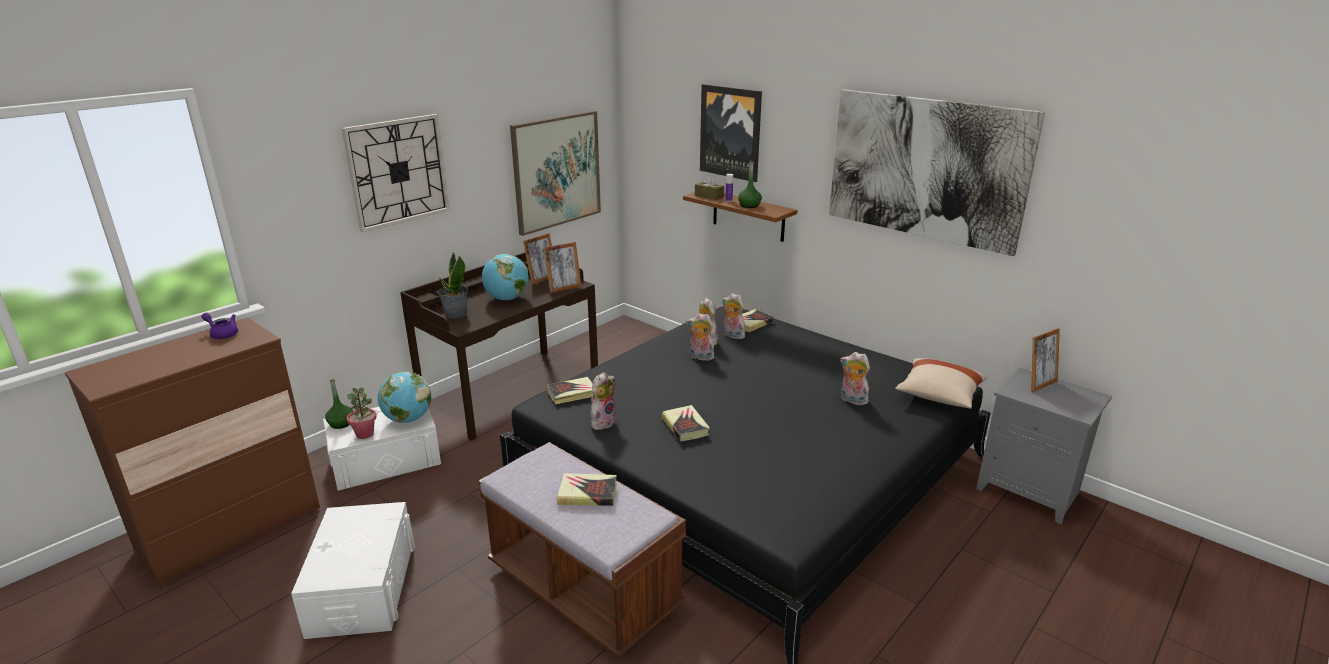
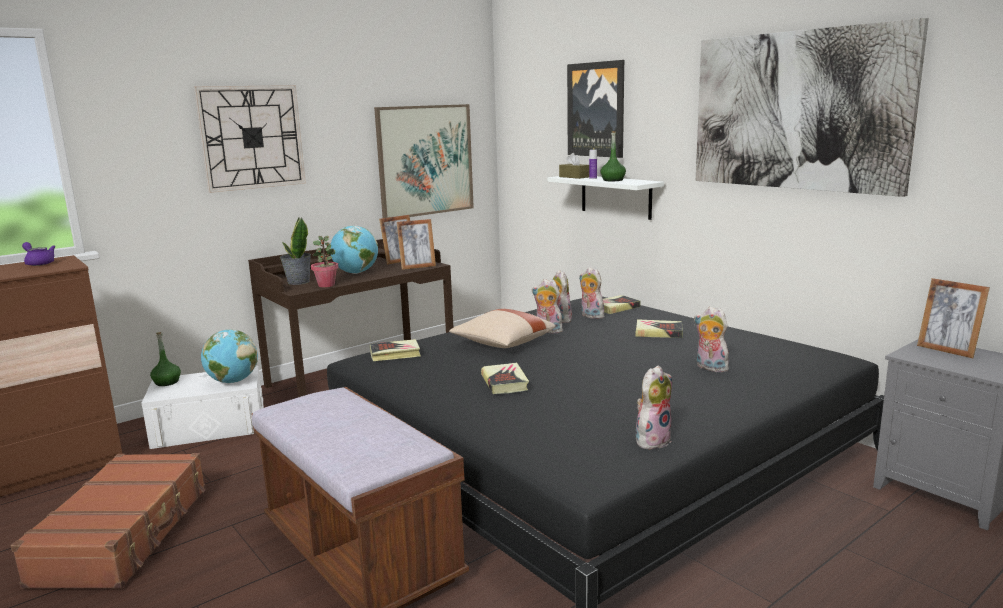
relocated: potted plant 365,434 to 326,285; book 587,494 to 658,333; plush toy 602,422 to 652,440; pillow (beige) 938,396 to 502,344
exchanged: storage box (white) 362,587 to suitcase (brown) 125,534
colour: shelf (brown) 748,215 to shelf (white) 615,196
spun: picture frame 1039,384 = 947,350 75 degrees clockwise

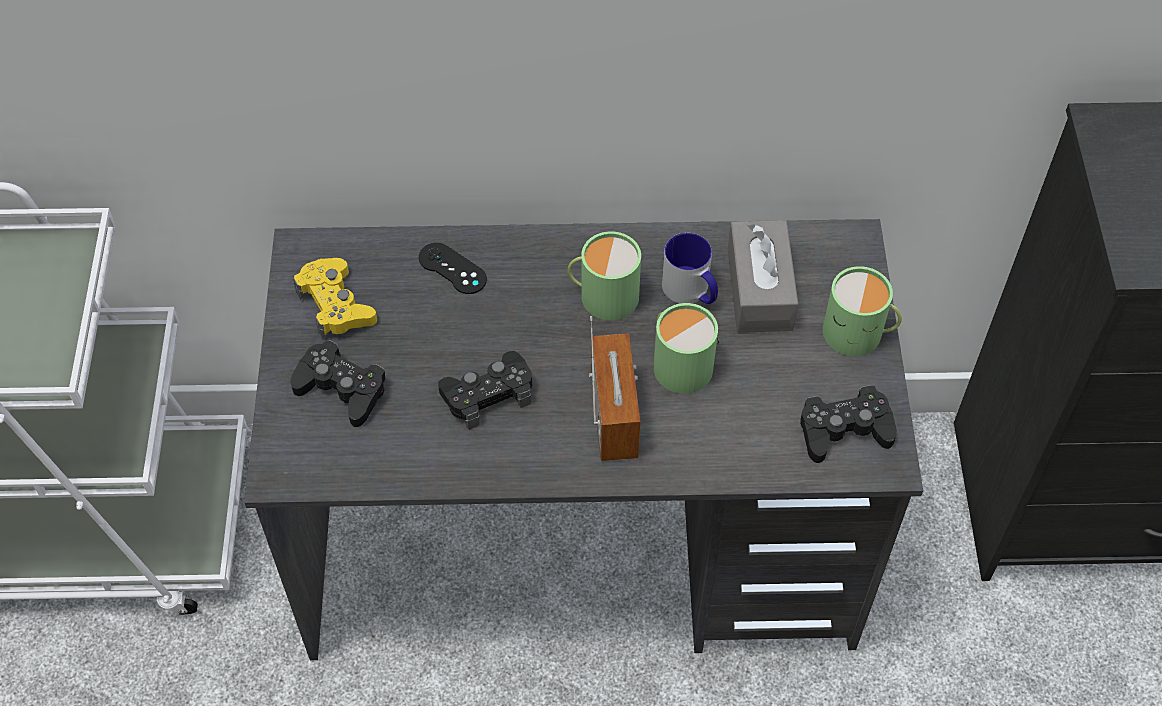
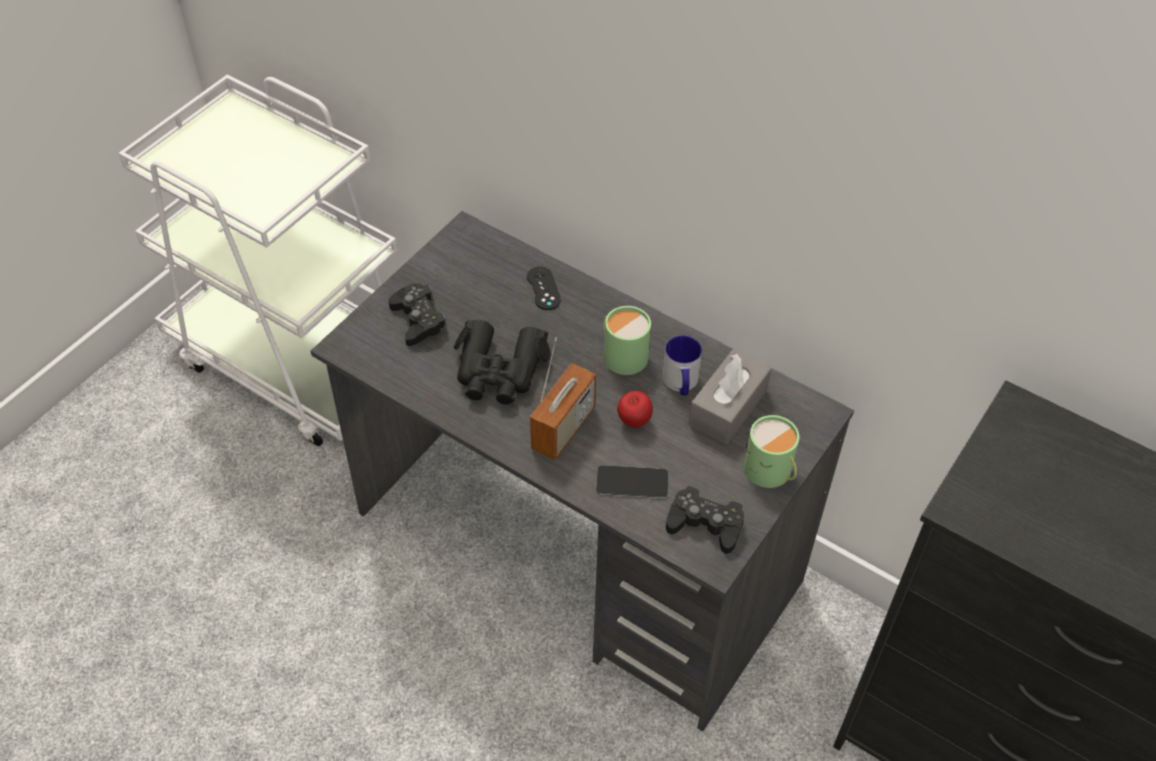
missing: game controller (yellow) 336,305
appeared: phone 632,482
exchanged: game controller (black) 488,394 to binoculars (black) 499,371; mug (green) 679,362 to apple 634,421

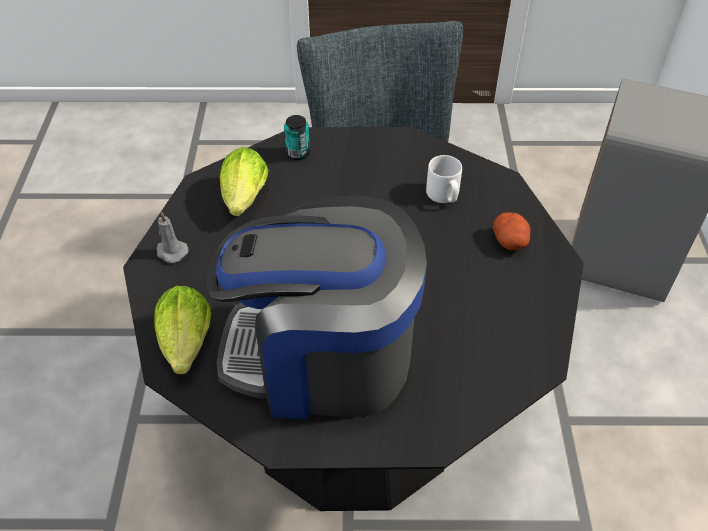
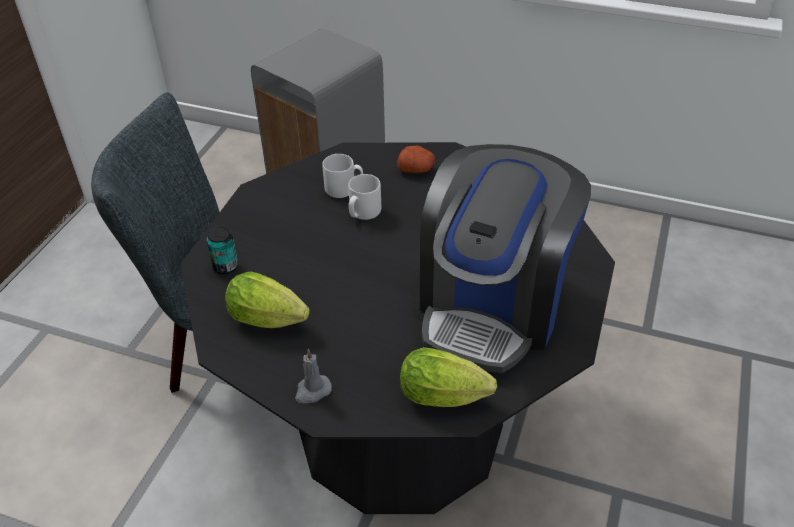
appeared: mug (white) 363,212

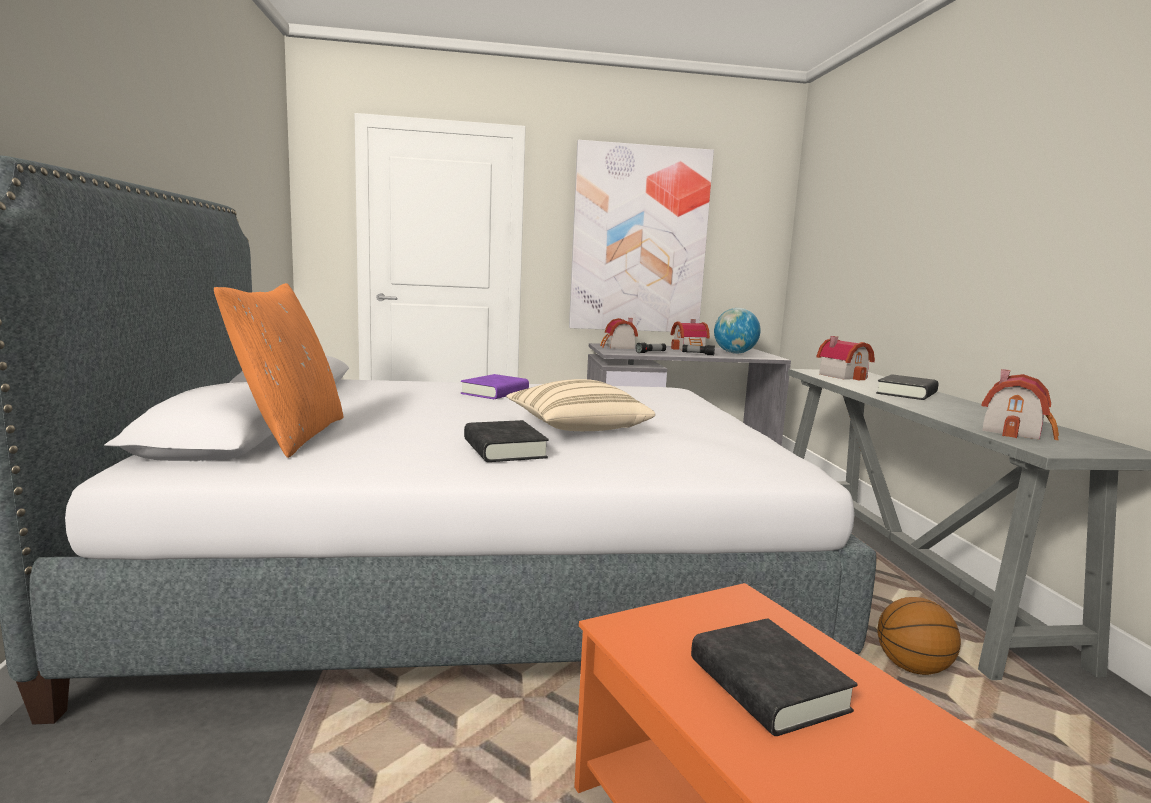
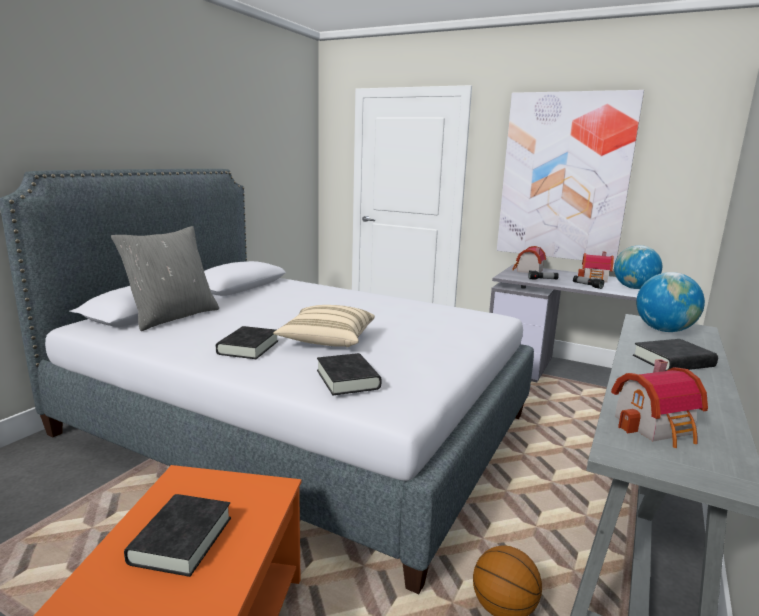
missing: book (purple) 495,393
appeared: book (black) 347,379
exchanged: toy house 844,376 to globe 663,330
colour: pillow (orange) 291,435 to pillow (grey) 172,316

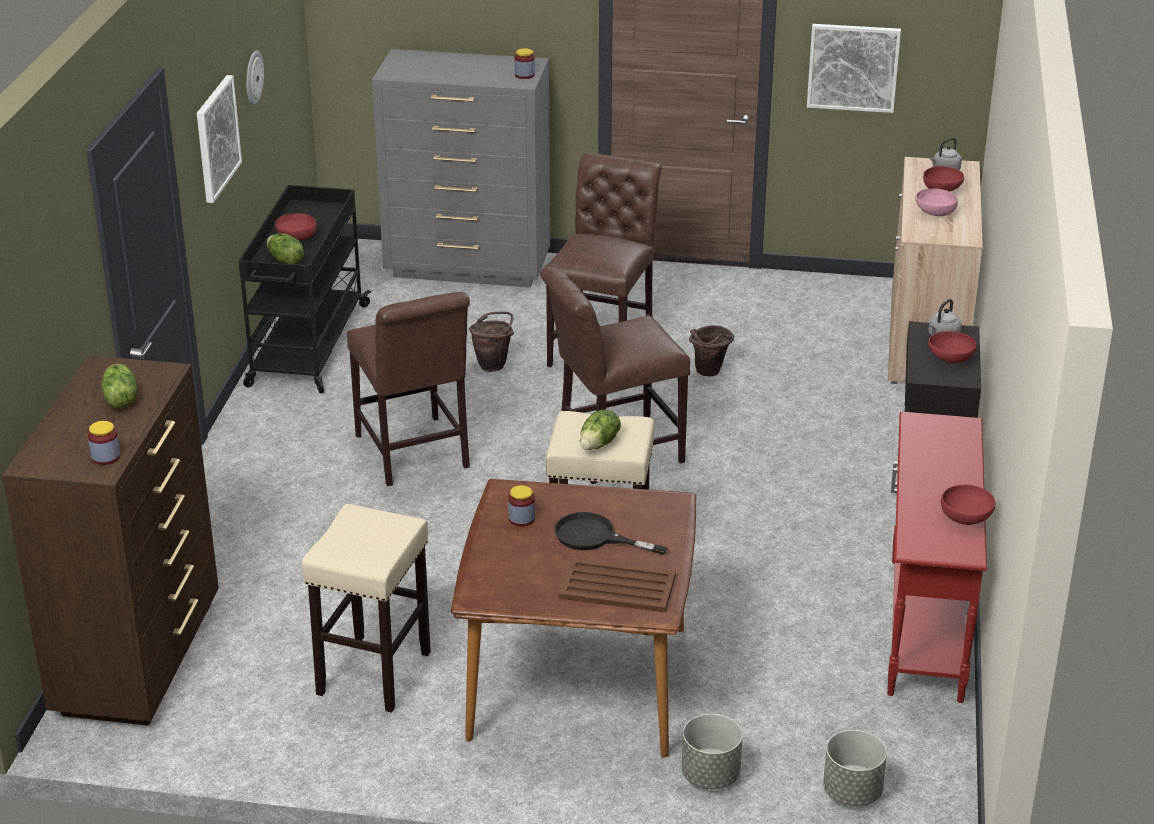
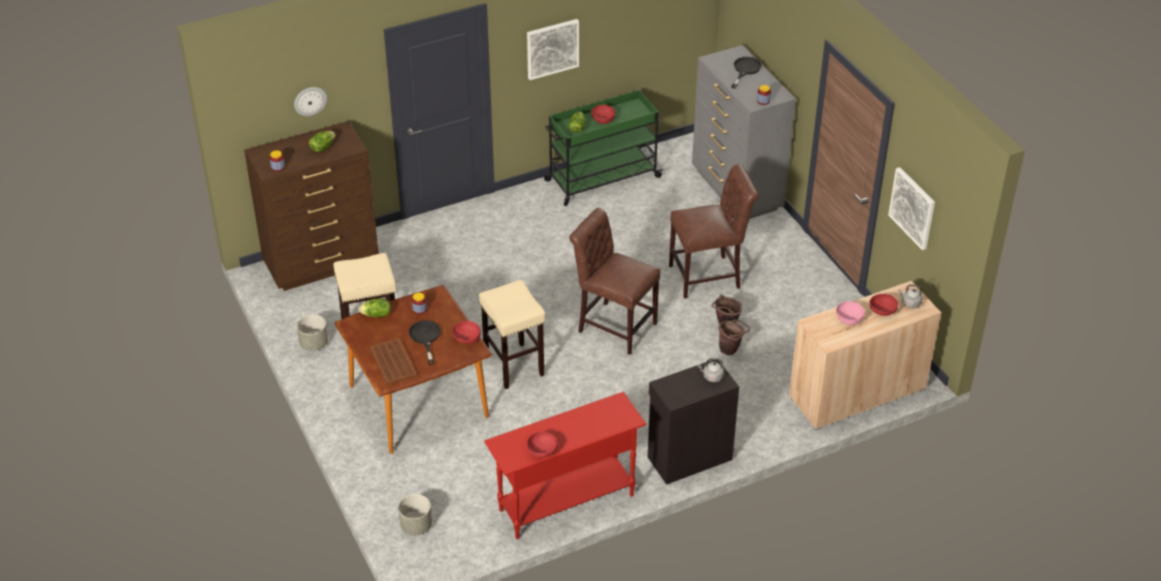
missing: chair (brown) 413,455
appeared: frying pan (black) 745,70
relocated: wall clock 253,77 to 310,101; bucket (brown) 494,364 to 731,350; lettuce 599,444 to 376,315; planter (grey) 710,776 to 313,344; bowl (red) 950,359 to 466,339
colour: cart (black) 308,346 to cart (green) 601,179

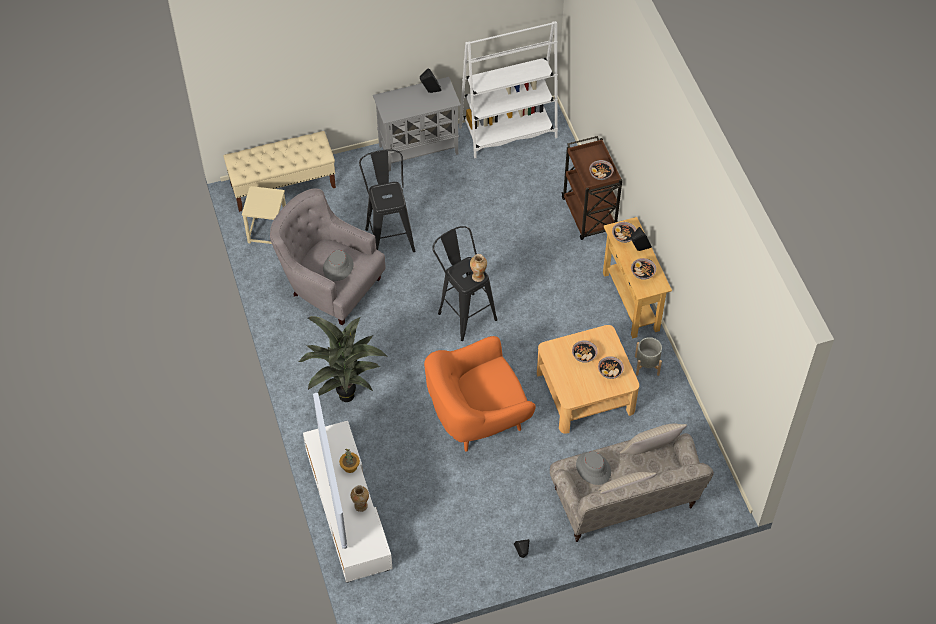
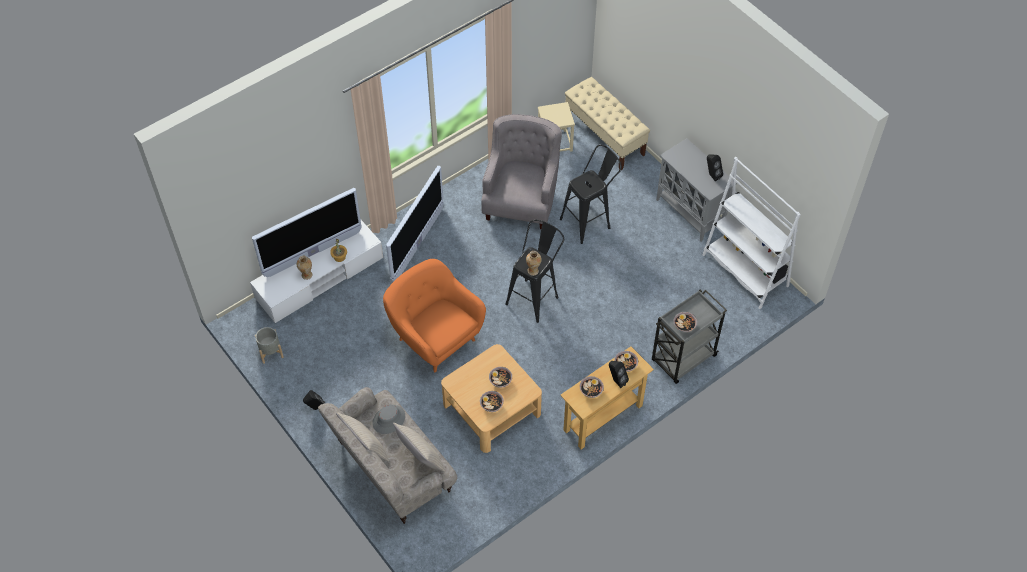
missing: hat (grey) 338,267
relocated: planter (grey) 646,365 to 271,352
exchanged: potted plant 346,399 to television 418,245
colour: cart (brown) 589,216 to cart (grey) 682,359

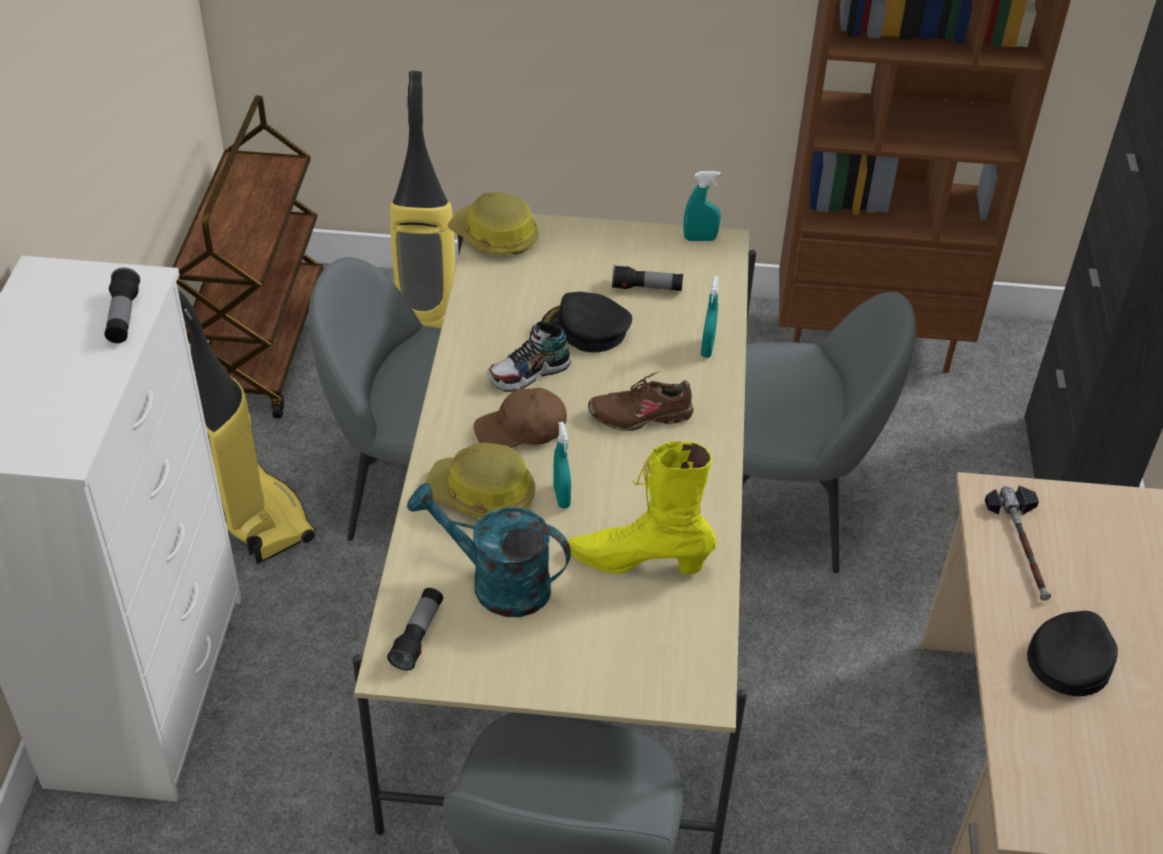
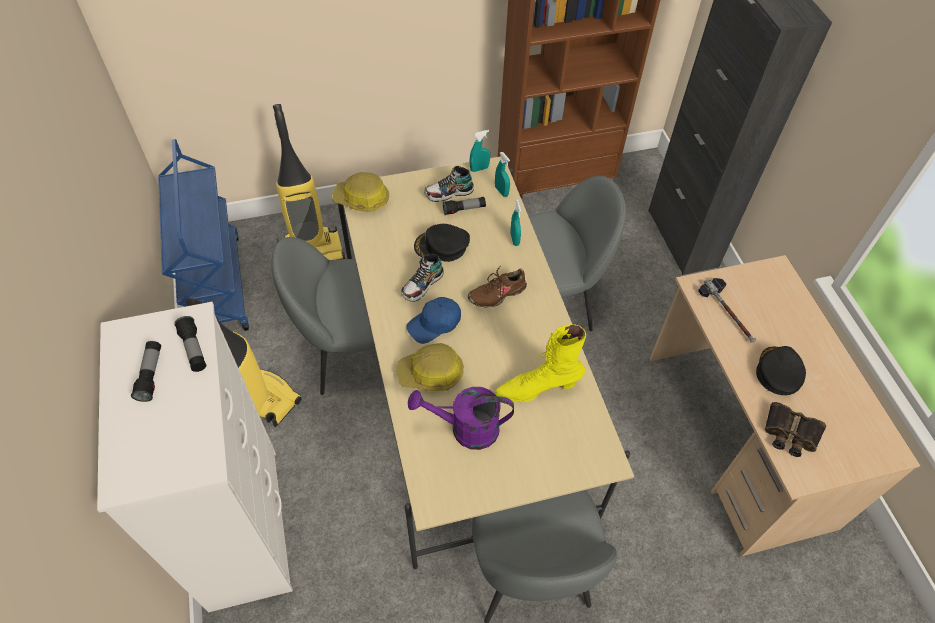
appeared: shoe 449,193; binoculars 790,434
relocated: flashlight 418,636 to 151,375; spray bottle (turquoise) 561,496 to 501,191
colour: cart (brown) 262,344 to cart (blue) 216,284; watering can (turquoise) 496,583 to watering can (purple) 465,429; cap (brown) 521,430 to cap (blue) 434,324

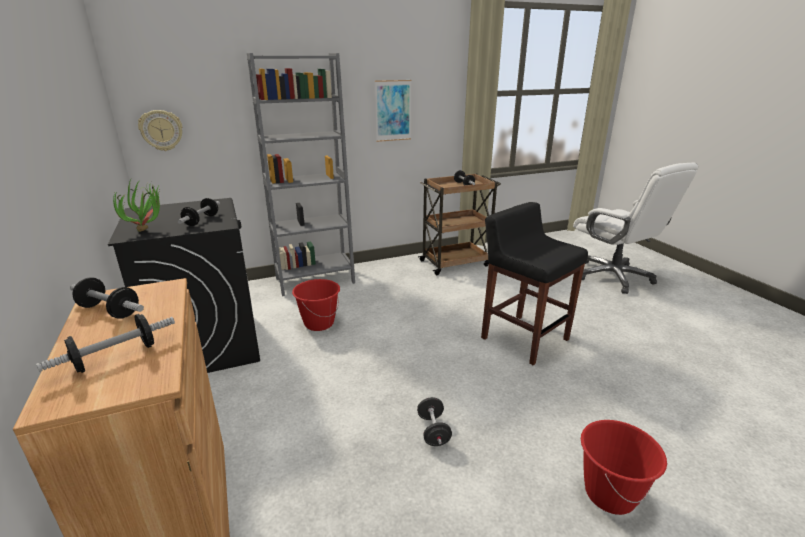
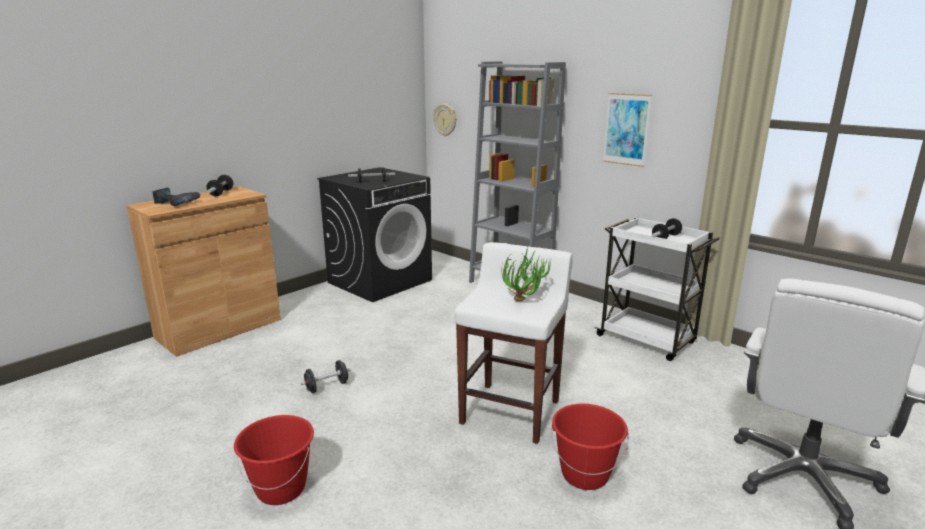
relocated: potted plant 149,230 to 524,303; bucket (red) 319,323 to 584,475
exchanged: dumbbell 115,357 to power drill 177,203
colour: cart (brown) 455,263 to cart (white) 647,340; stool (black) 523,338 to stool (white) 511,411

